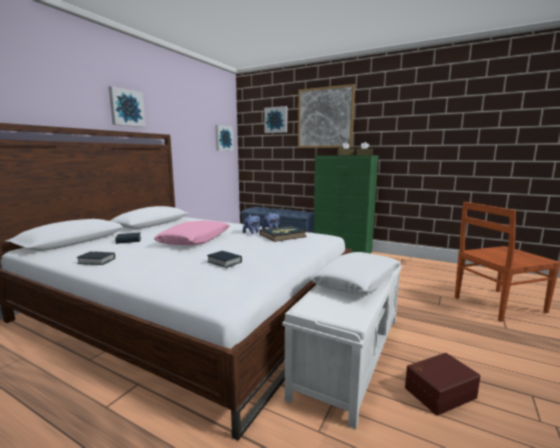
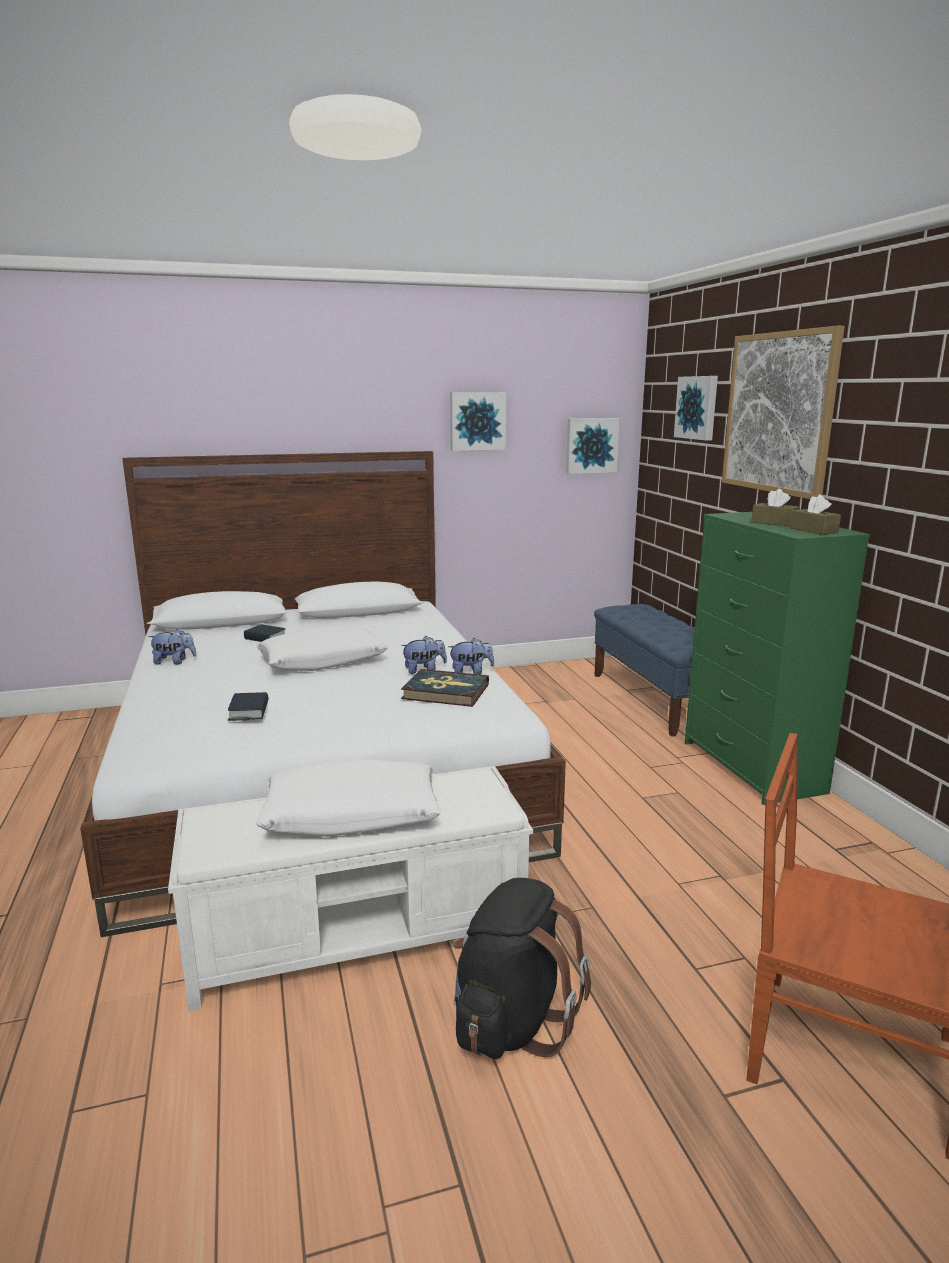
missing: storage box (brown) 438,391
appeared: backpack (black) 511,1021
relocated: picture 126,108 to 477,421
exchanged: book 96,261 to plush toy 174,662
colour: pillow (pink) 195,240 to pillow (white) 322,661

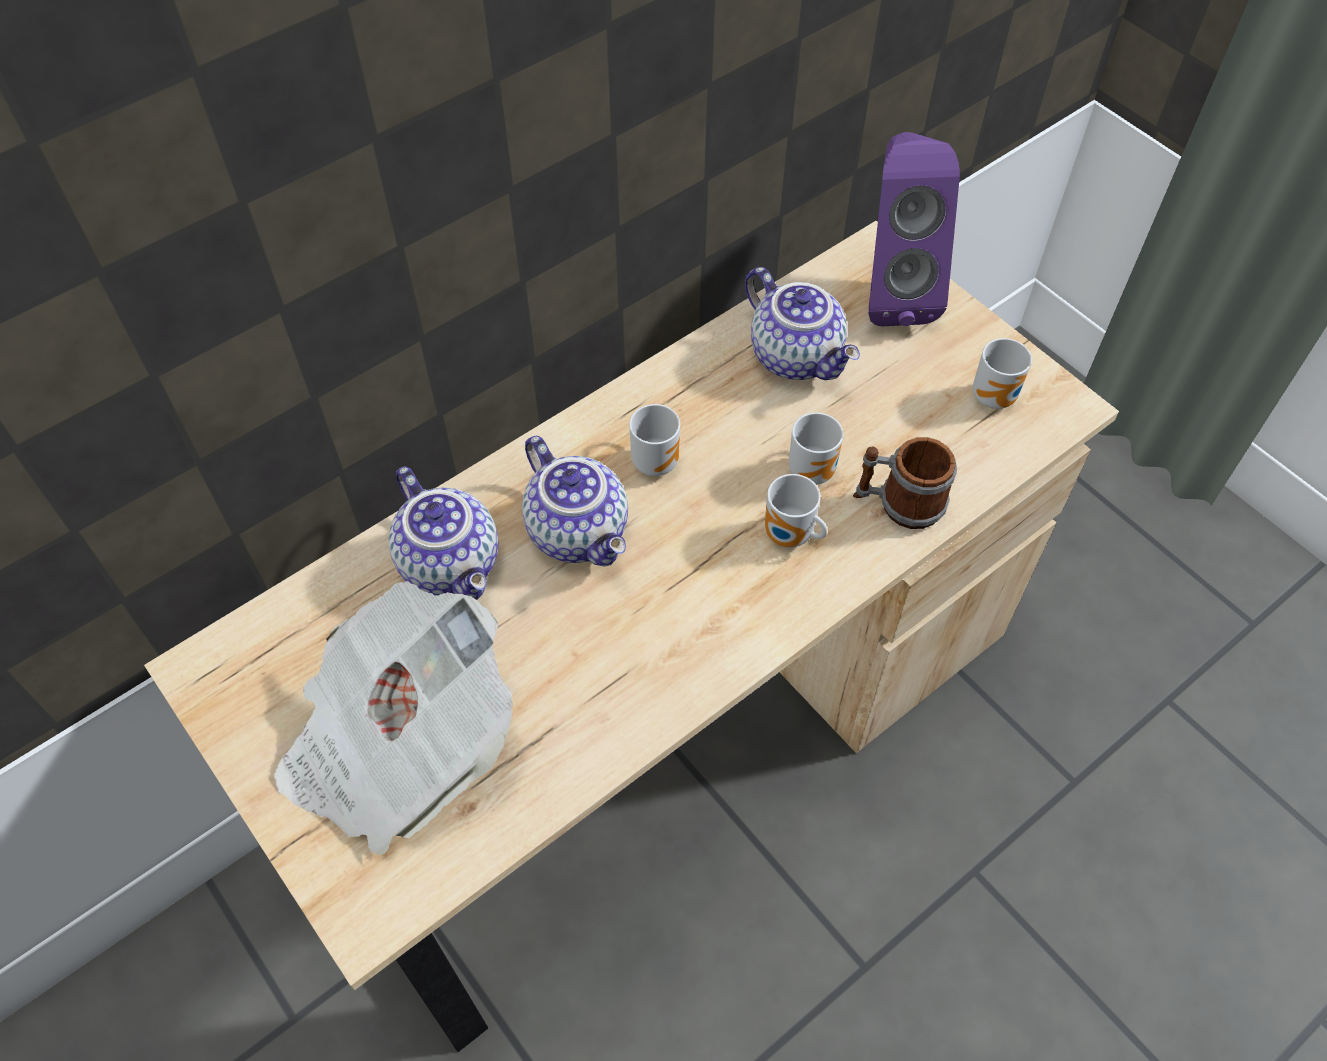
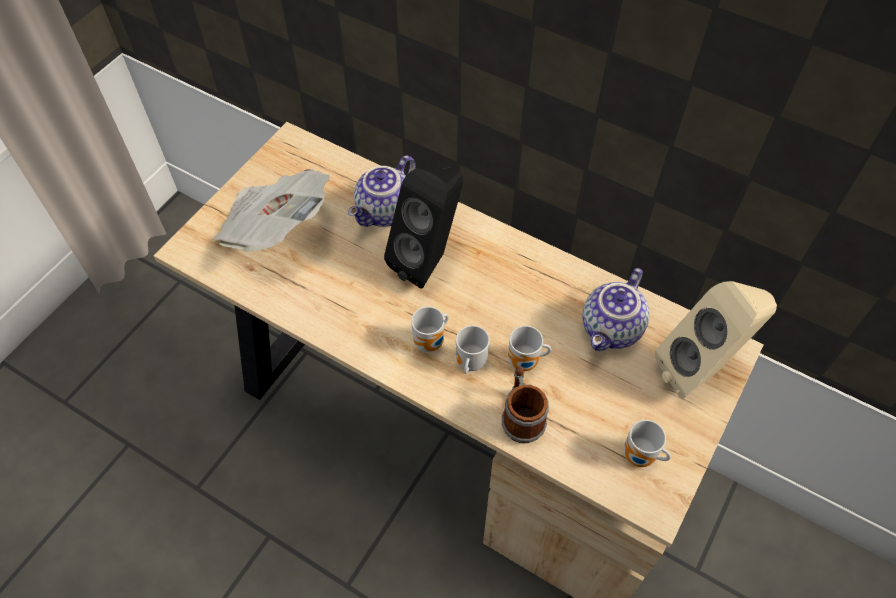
relocated: mug 656,460 to 431,342
exchanged: teapot 580,531 to speaker (black) 429,260
colour: speaker (purple) 892,292 to speaker (beige) 700,370

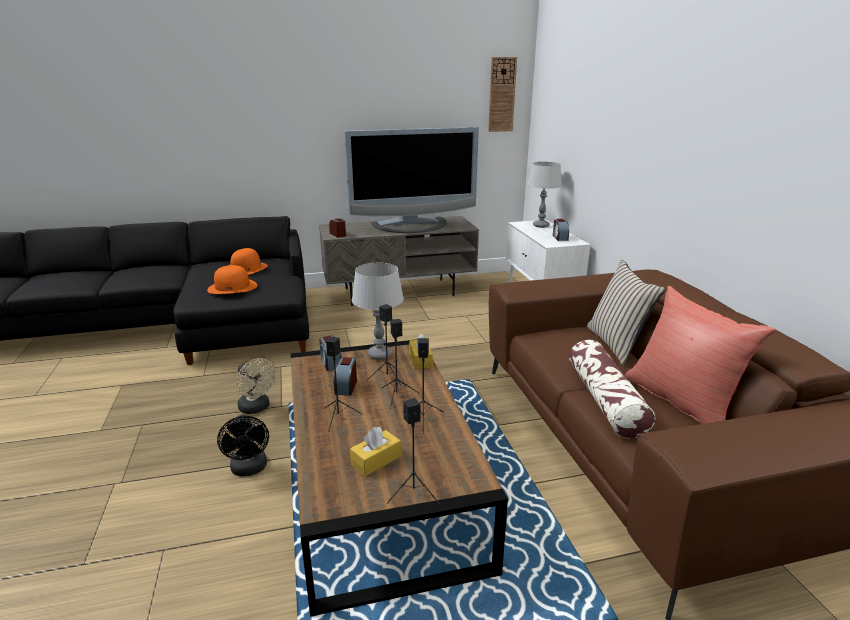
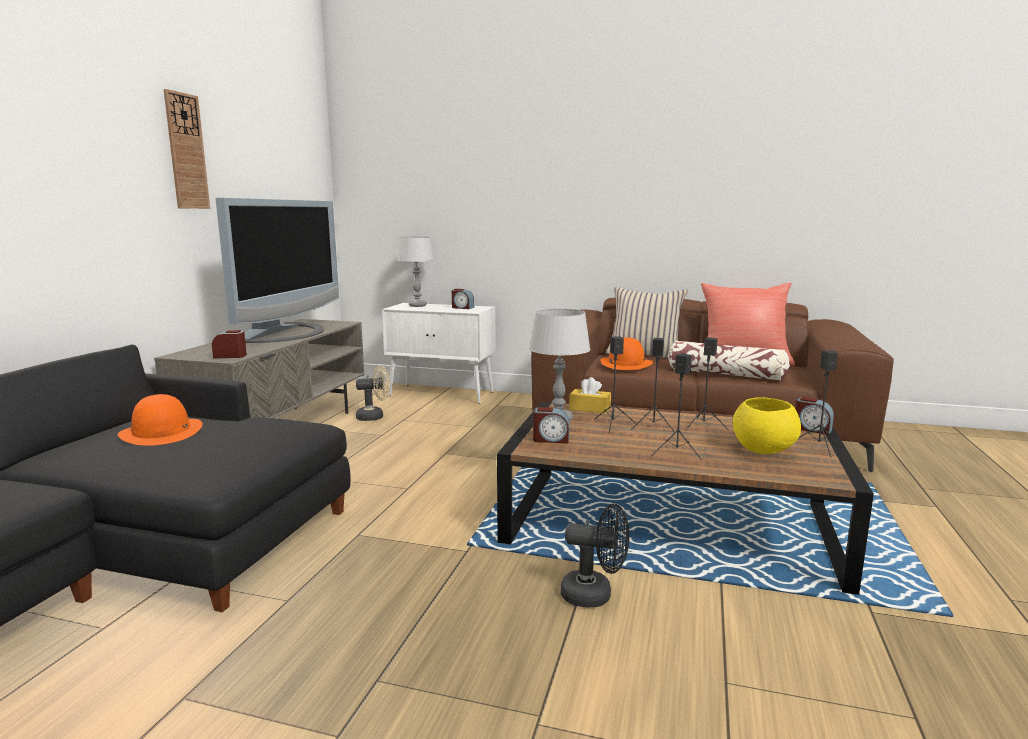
relocated: hat (orange) 232,287 to 626,363; fan (beige) 257,408 to 374,417; alarm clock 346,387 to 811,429; wall clock 502,95 to 186,151
exchanged: tissue box (yellow) 376,460 to bowl (yellow) 763,451

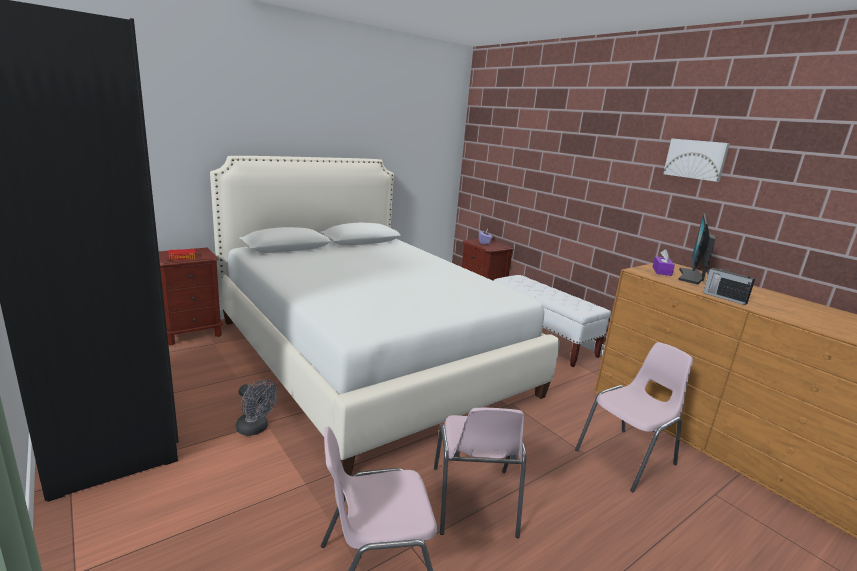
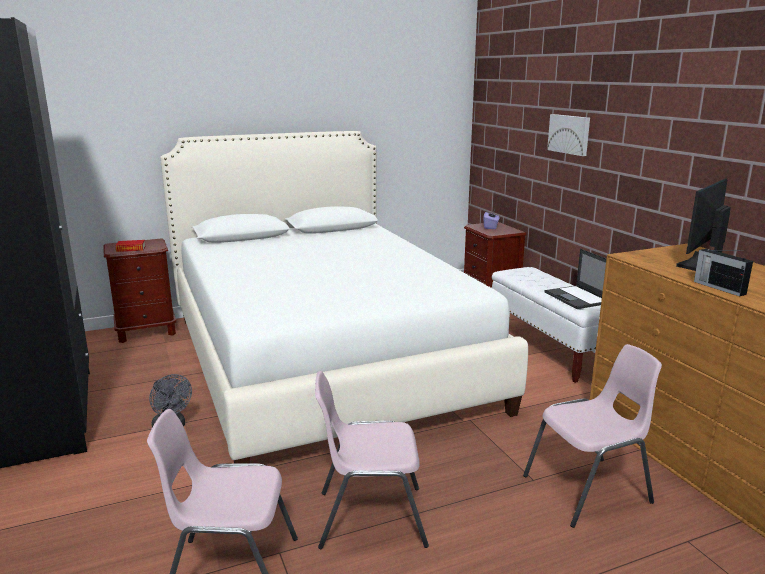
missing: tissue box (purple) 661,271
appeared: laptop 578,298
relocated: picture 696,159 to 569,134
spun: chair (pink) 474,501 = 369,517 75 degrees clockwise

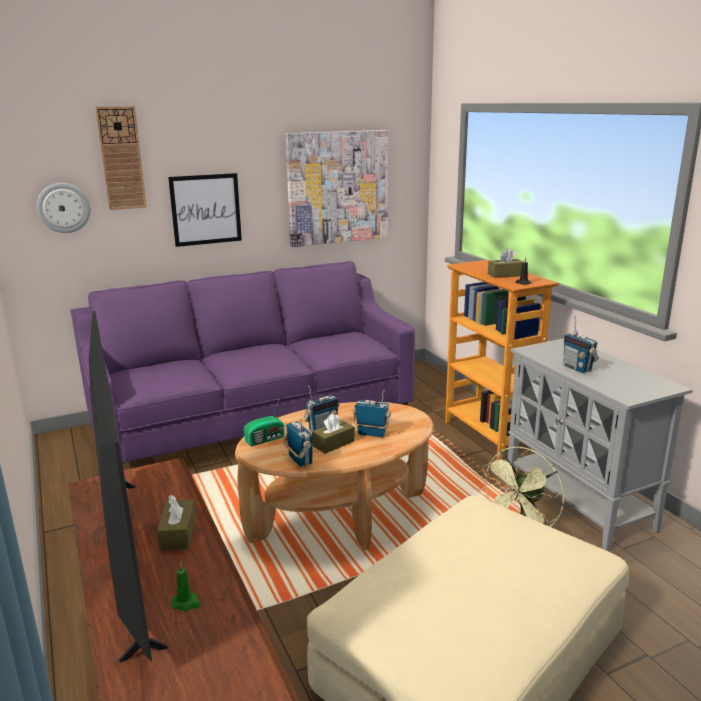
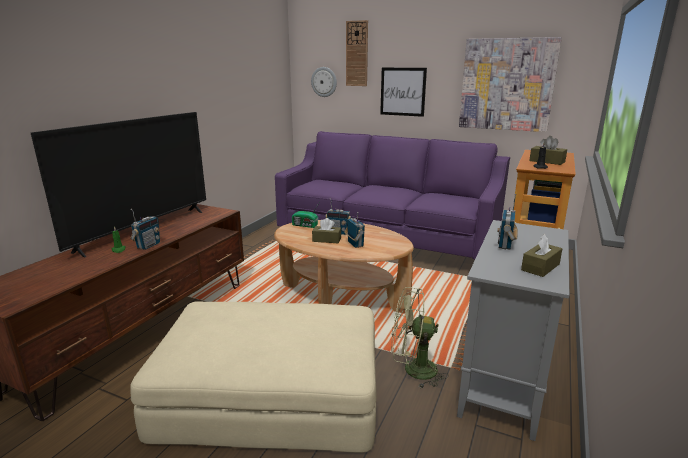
relocated: tissue box (brown) 178,534 to 540,267; radio 299,460 to 148,245

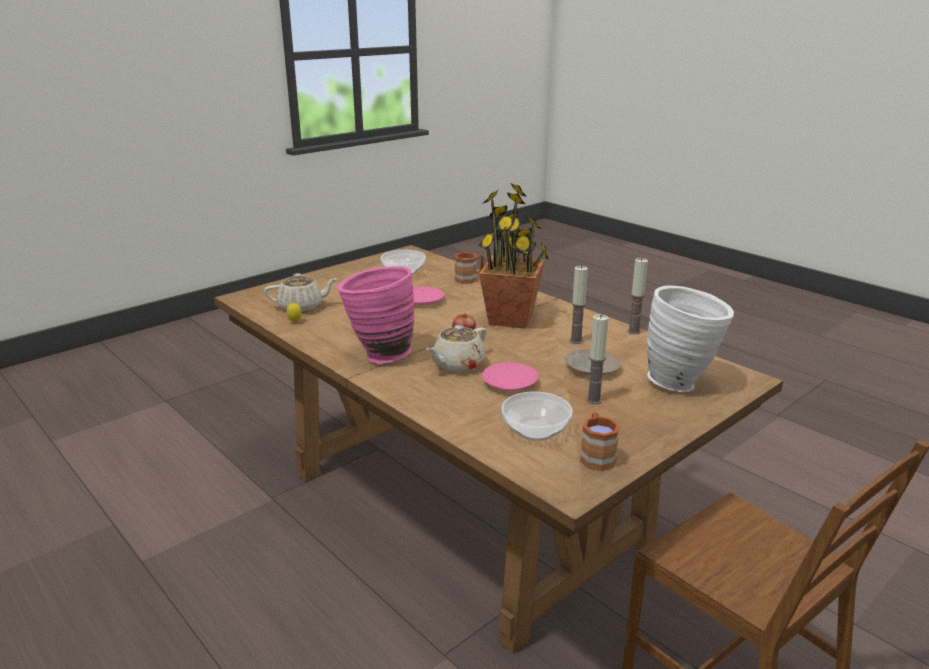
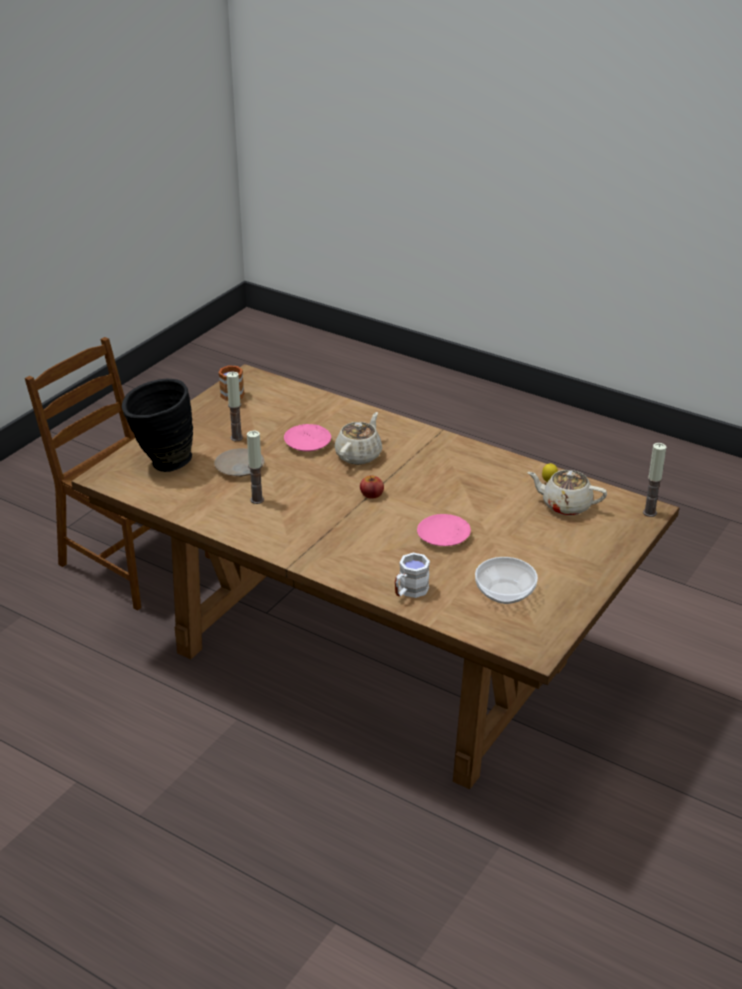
missing: vase (pink) 378,356; potted plant 511,319; bowl 537,430
relocated: candle 633,331 to 649,512
colour: mug (brown) 469,278 to mug (white) 409,591; vase (white) 682,383 to vase (black) 162,463
spun: teapot (beige) 302,307 = 565,505 45 degrees clockwise

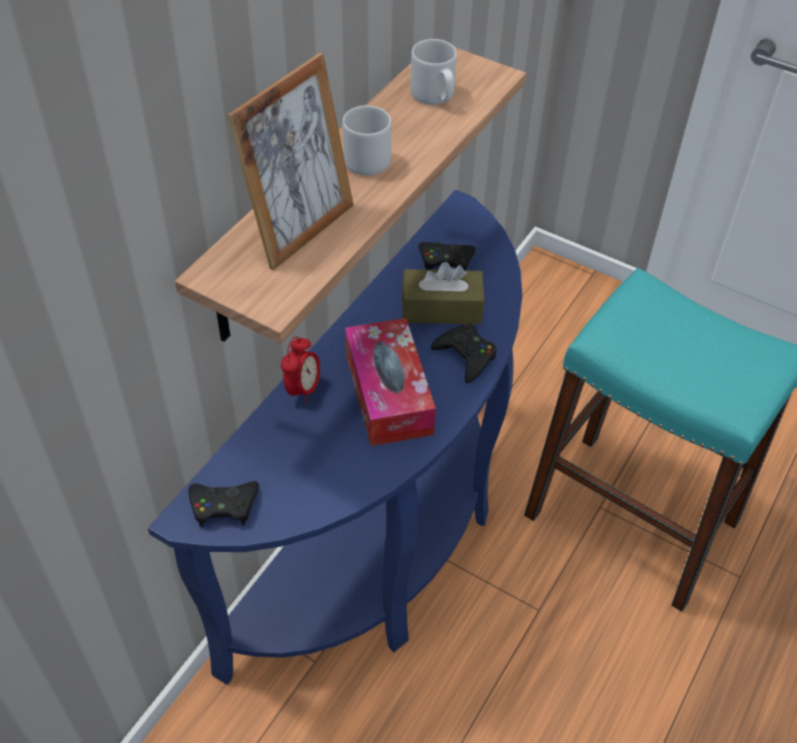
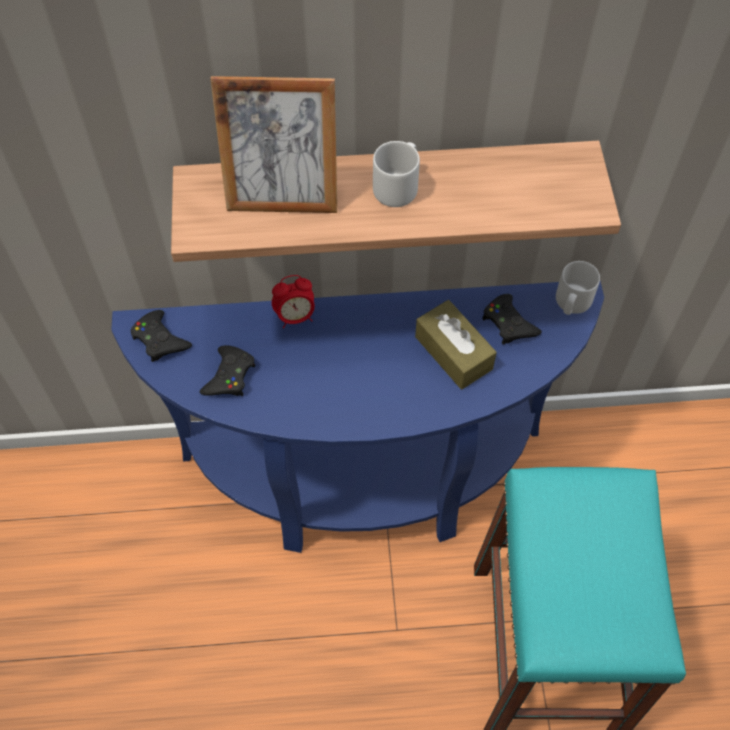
missing: tissue box 388,393
relocated: mug (grey) 435,96 to 571,303; game controller (black) 466,356 to 229,376

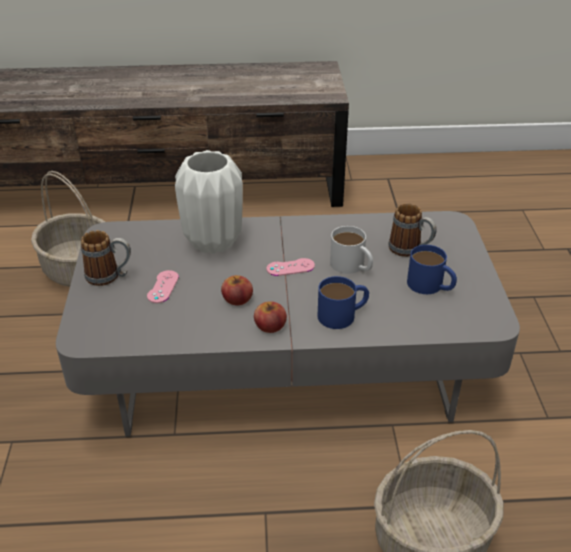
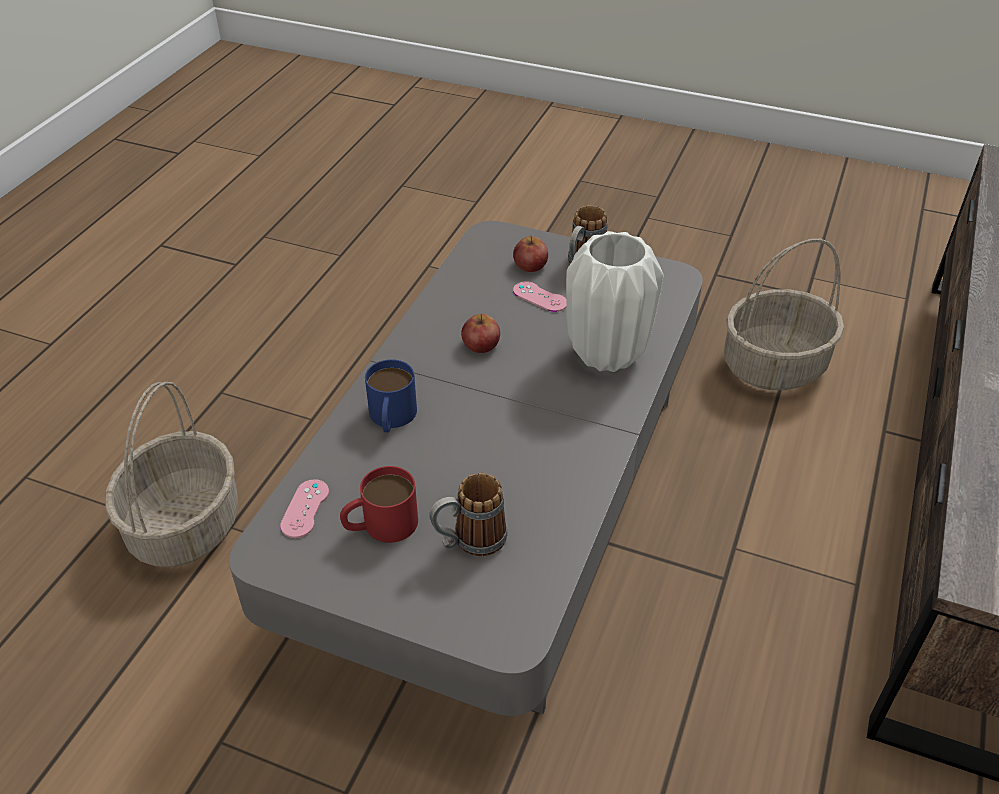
missing: mug (white) 352,266
relocated: apple 270,325 to 530,265; game controller (pink) 290,267 to 305,508
colour: mug (blue) 431,286 to mug (red) 380,525

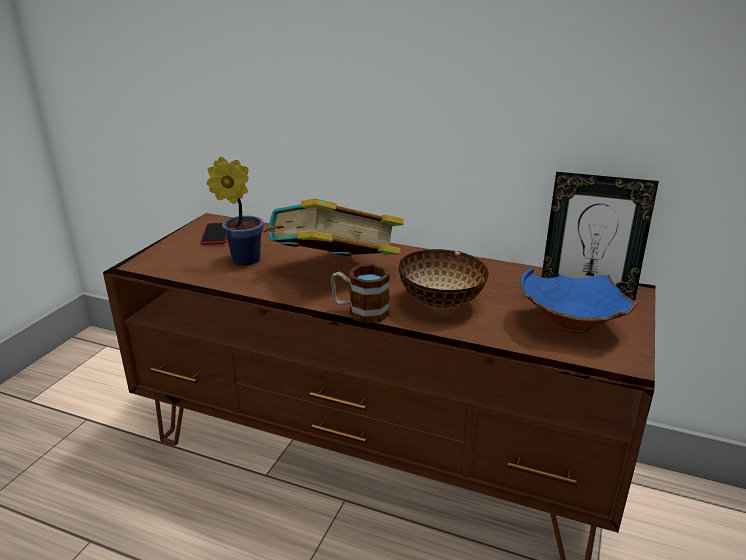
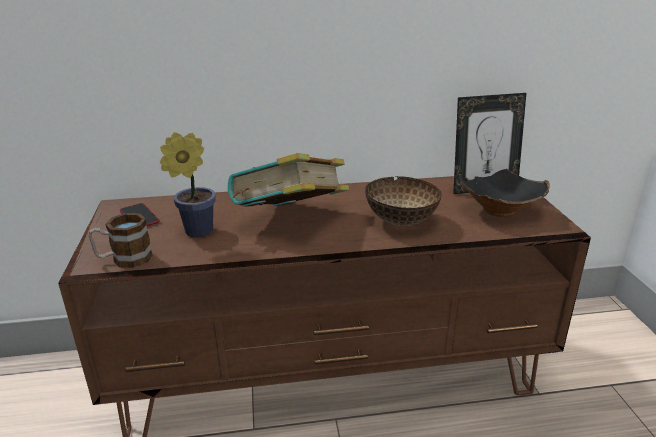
relocated: mug 360,312 to 124,259
colour: bowl (blue) 571,325 to bowl (black) 500,211

